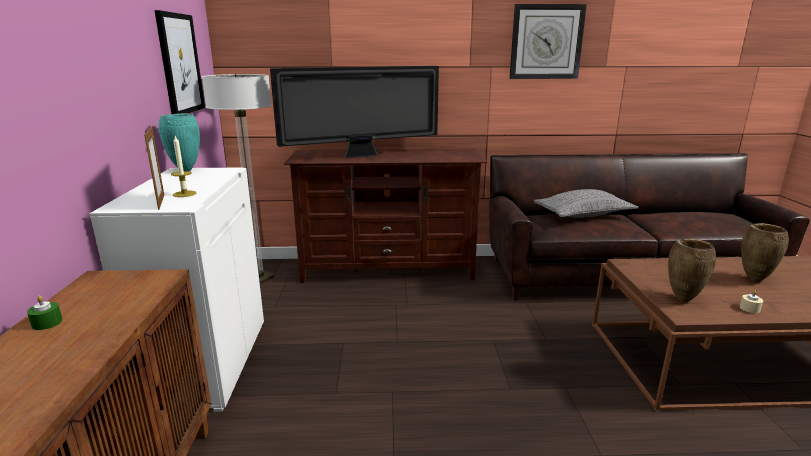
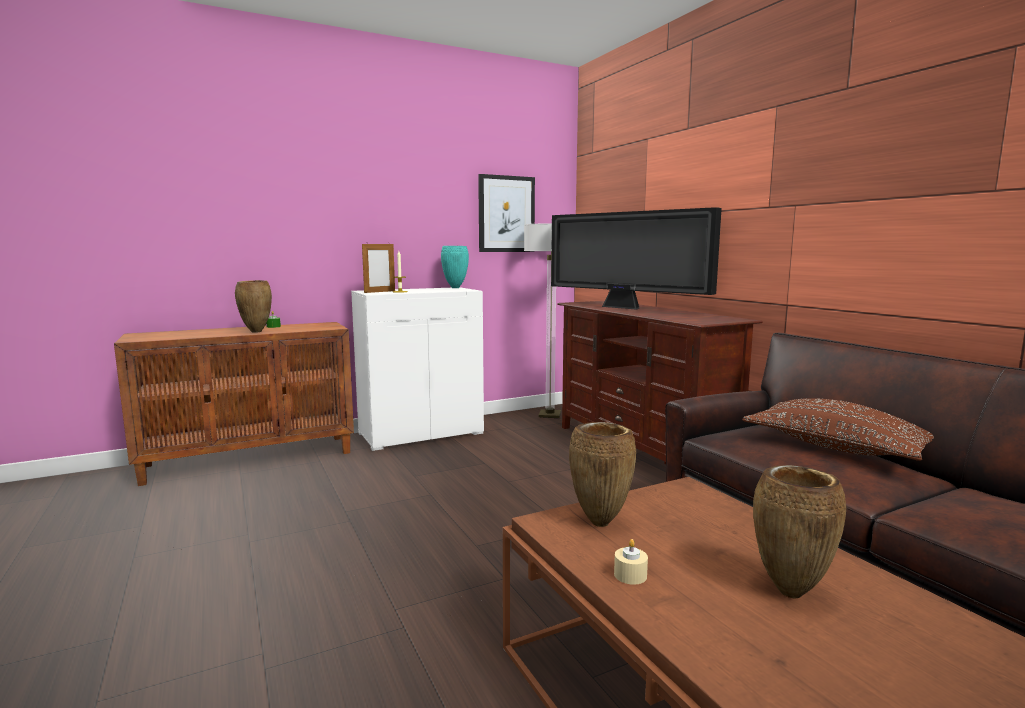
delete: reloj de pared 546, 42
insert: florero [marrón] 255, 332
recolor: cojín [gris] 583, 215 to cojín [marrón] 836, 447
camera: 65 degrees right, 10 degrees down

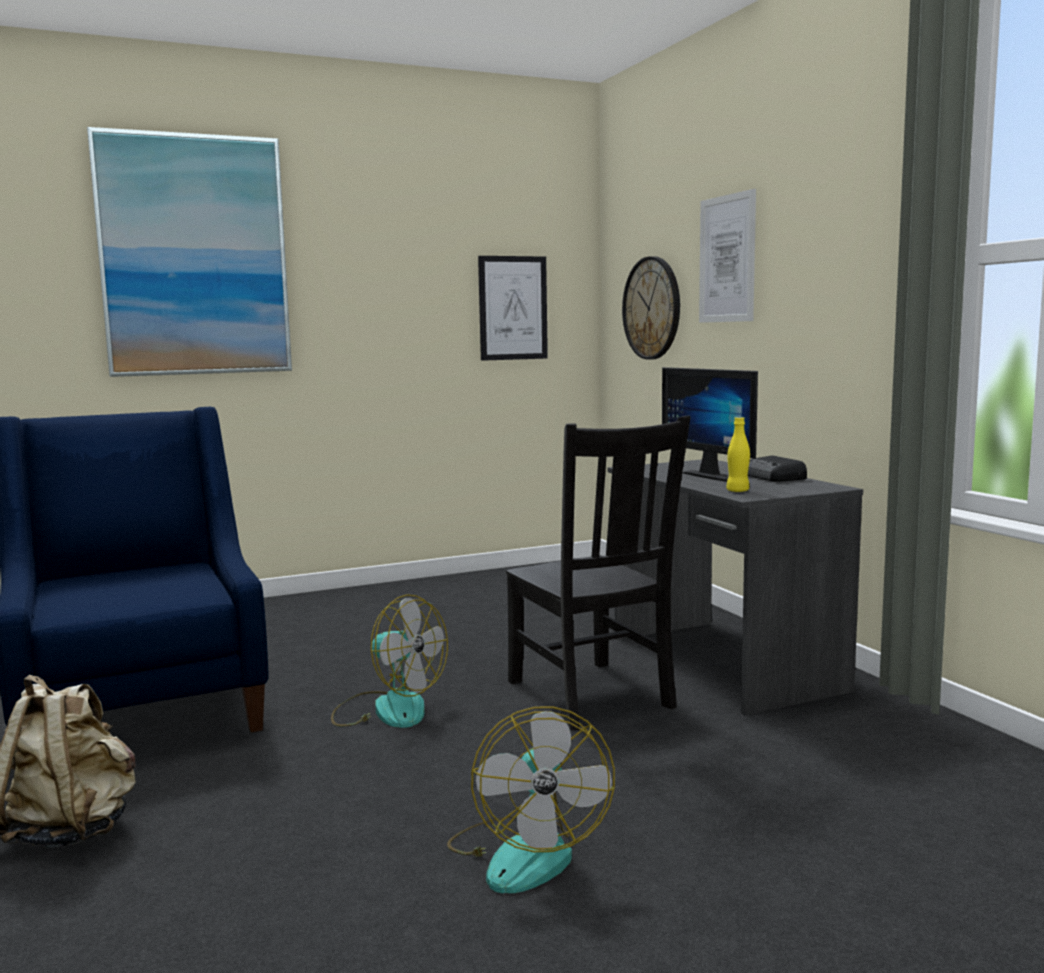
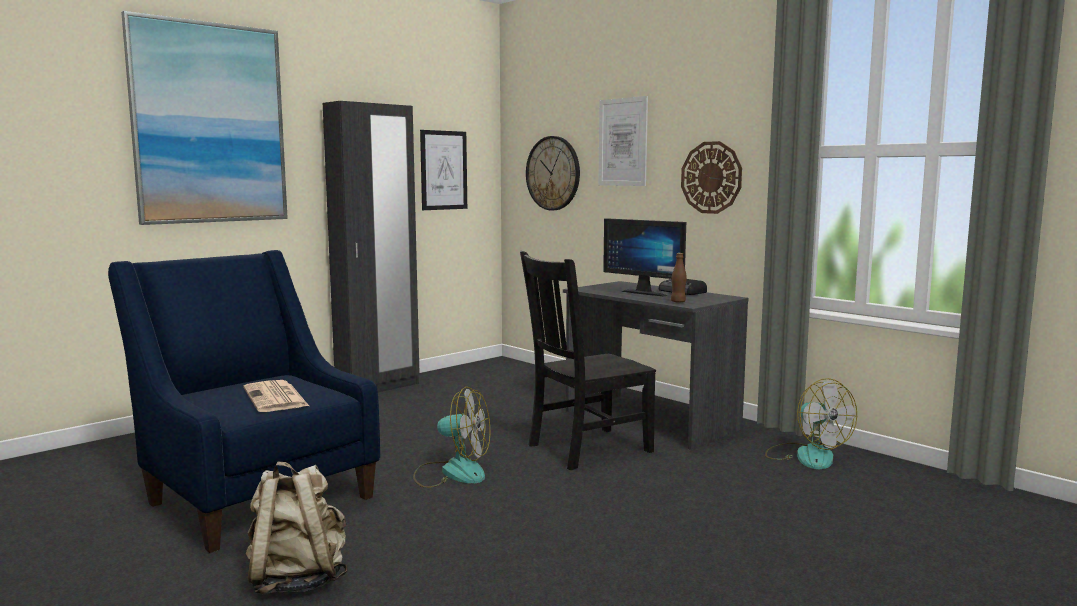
insert: periódico 276, 398; armario ropero [negro] 378, 388; reloj de pared 711, 177
move: ventilador 526, 852 to 806, 455
recolor: botella [amarillo] 737, 491 to botella [marrón] 678, 302
rotate: silla [negro] 592, 696 = 586, 449 105 degrees clockwise
camera: 20 degrees left, 0 degrees up

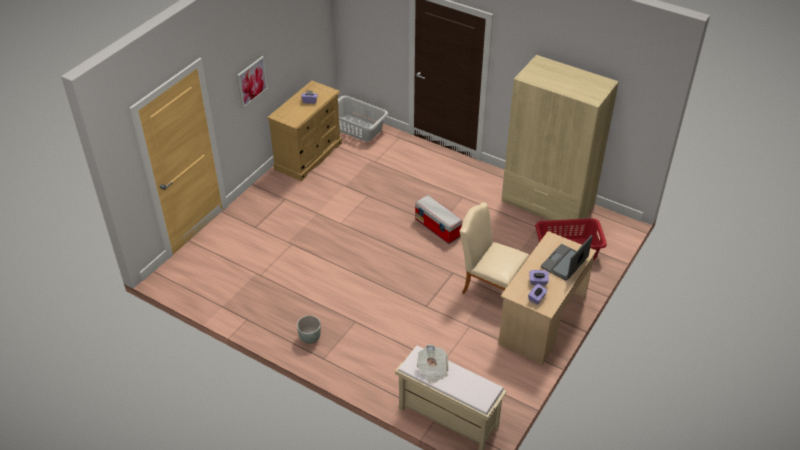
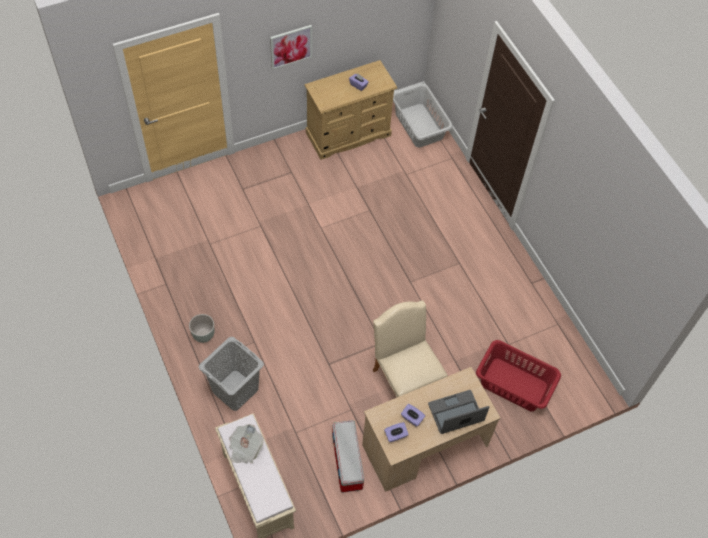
delete: armario ropero [beis] 547, 204
insert: cesto de la ropa [gris] 235, 390
move: caja de almacenaje 438, 228 to 347, 462
camera: 30 degrees right, 15 degrees up

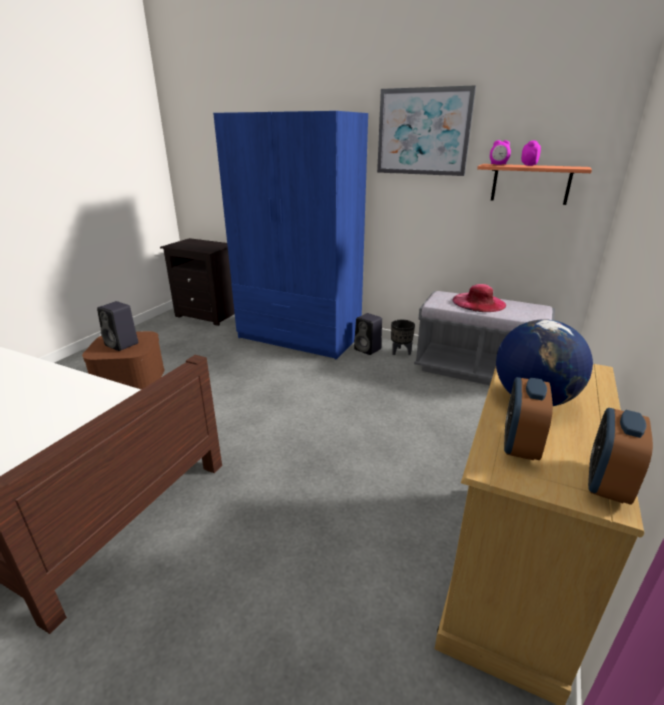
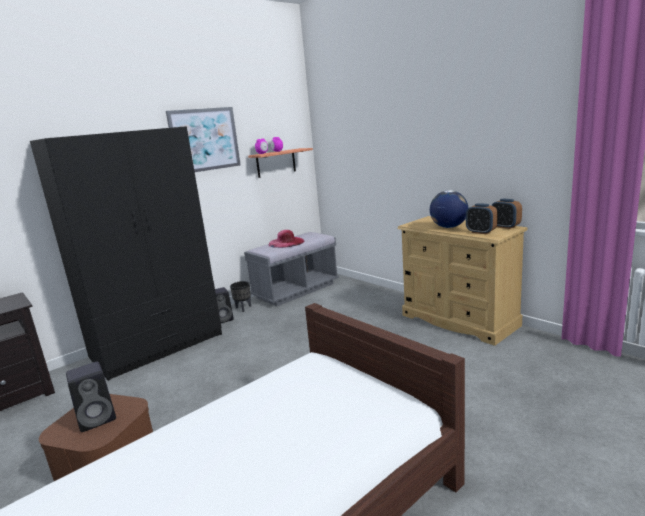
recolor: armario ropero [azul] 299, 336 to armario ropero [negro] 158, 346
camera: 65 degrees left, 10 degrees down

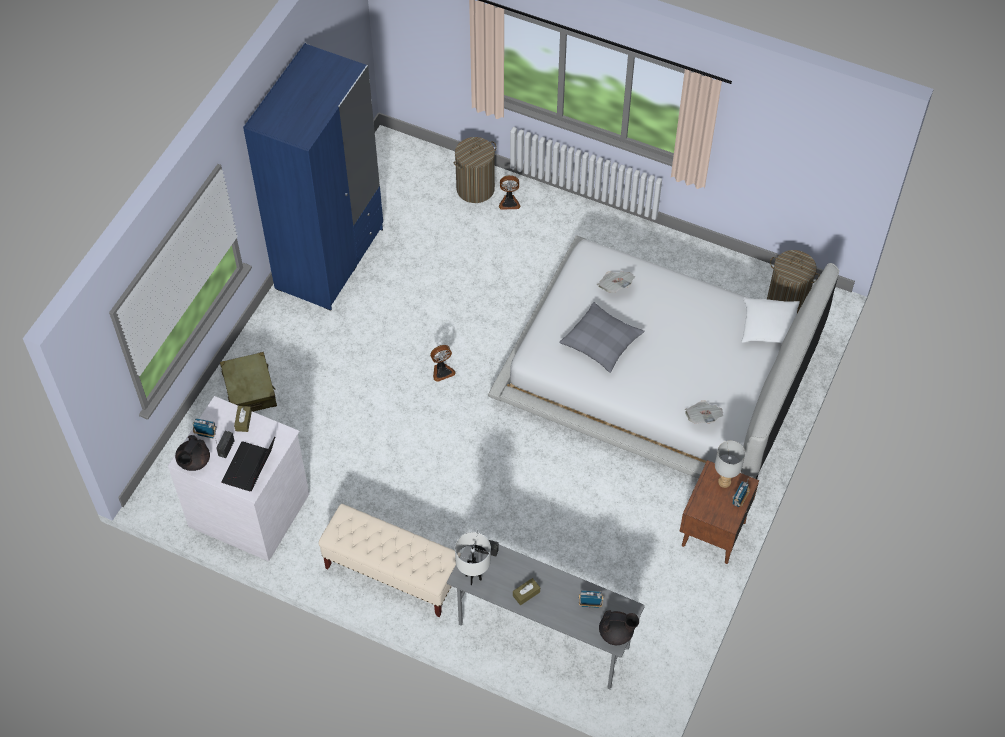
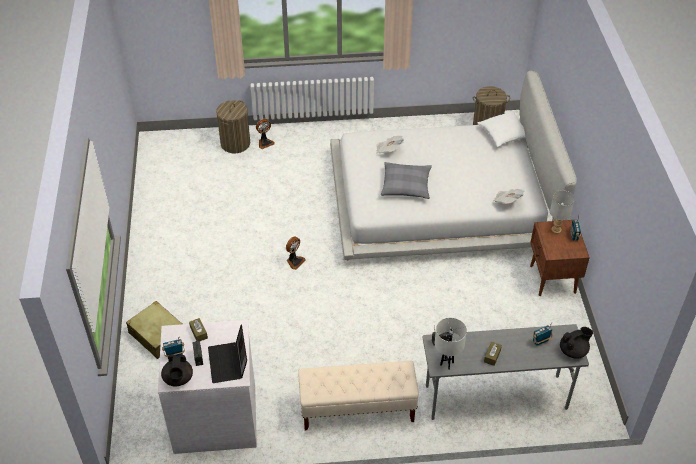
delete: armario ropero [azul] 330, 258
camera: 30 degrees left, 10 degrees down

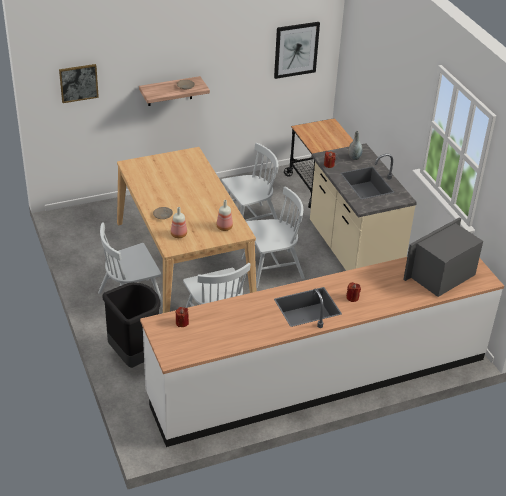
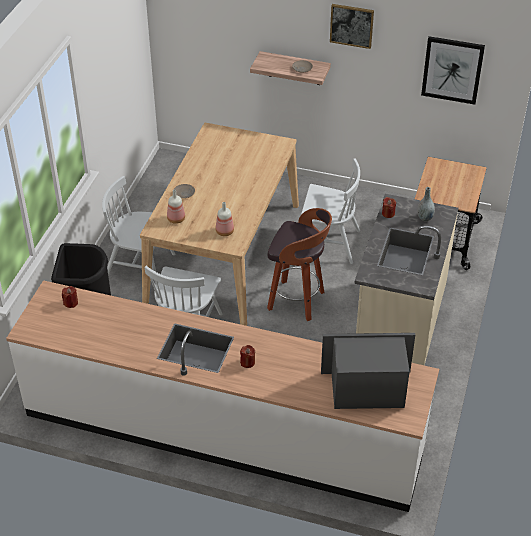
move: cuadro 78, 83 to 351, 25
replace: silla [blanco] 272, 269 to taburete 297, 301
camera: 40 degrees right, 5 degrees up

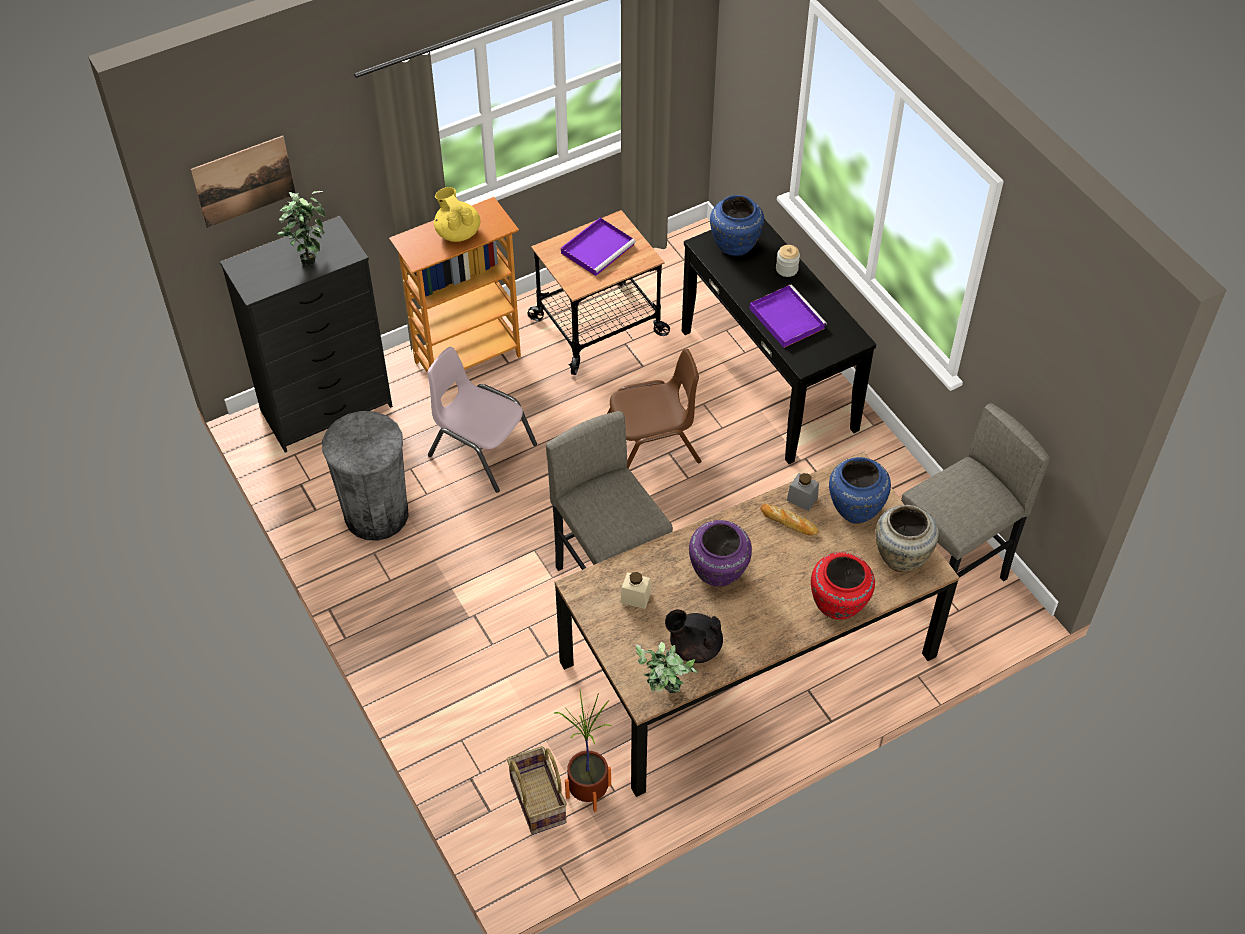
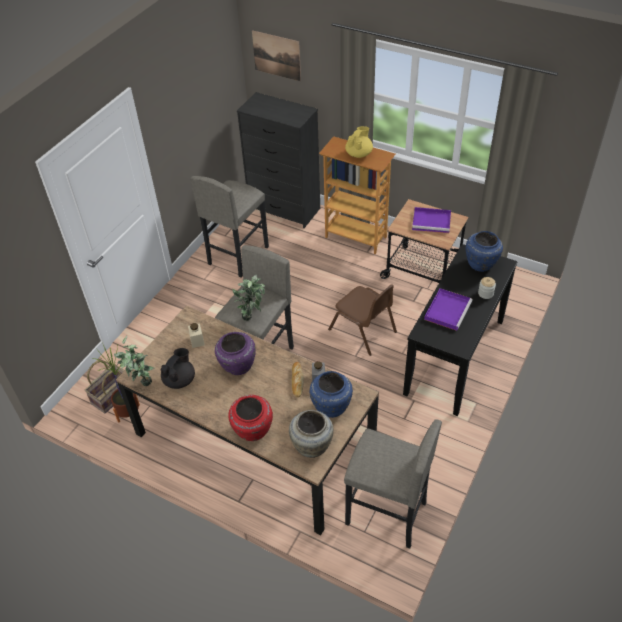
delete: silla [rosa] 481, 450
move: planta en maceta 309, 255 to 252, 315
replace: papelera [gris] 376, 514 to taburete [gris] 237, 255
rotate: tetera [negro] 694, 647 = 180, 380 45 degrees clockwise
camera: 60 degrees right, 5 degrees down

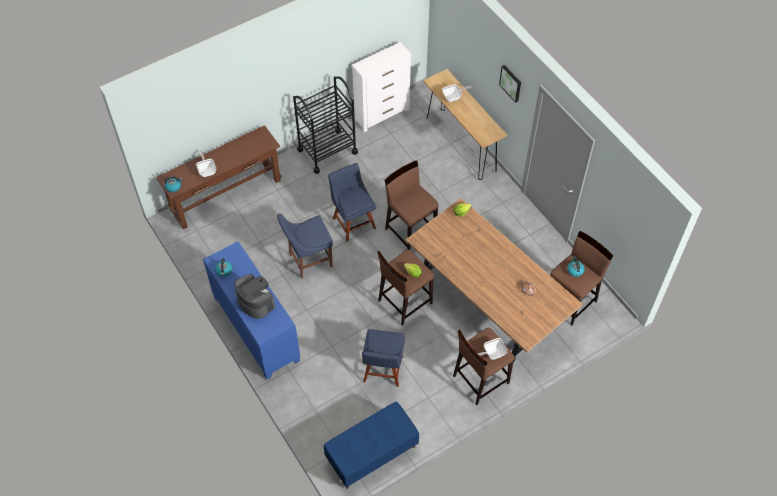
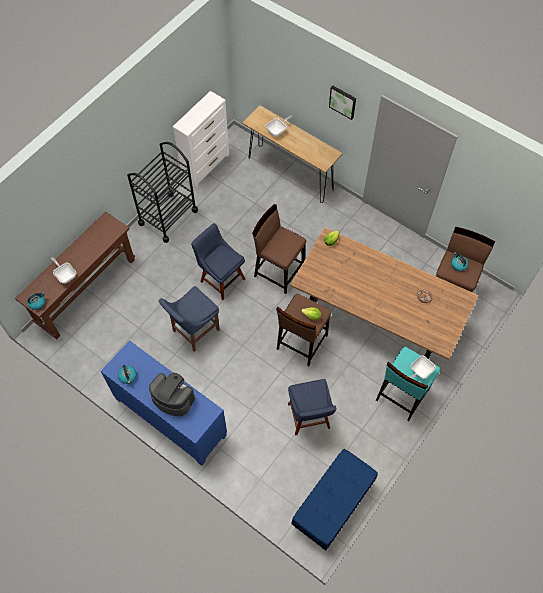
recolor: taburete [marrón] 480, 379 to taburete [turquesa] 401, 395
camera: 20 degrees left, 5 degrees up

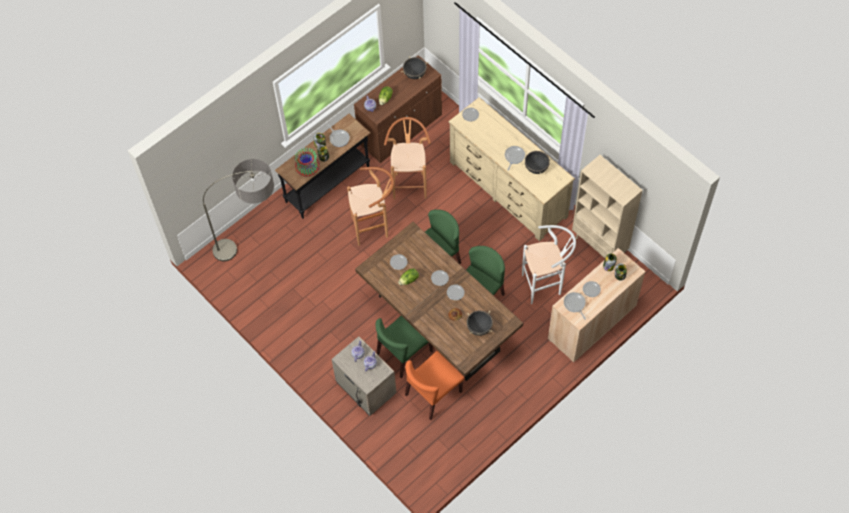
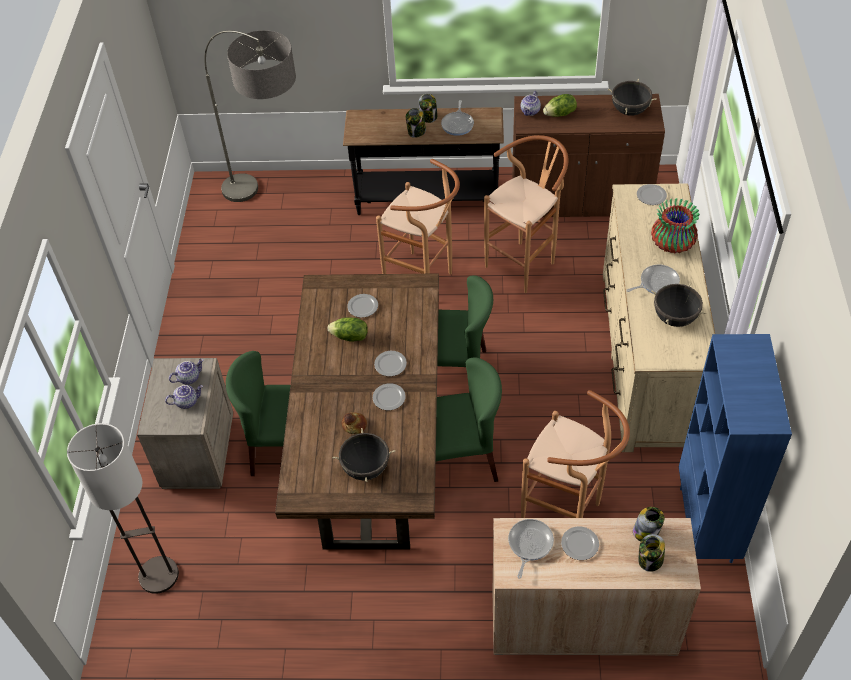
delete: silla [naranja] 433, 393
insert: lámpara de pie 158, 575
move: florero 307, 170 to 672, 244
recolor: taburete [blanco] 545, 285 to taburete [marrón] 568, 515; estantería [beis] 599, 245 to estantería [azul] 707, 525
camera: 45 degrees right, 10 degrees down

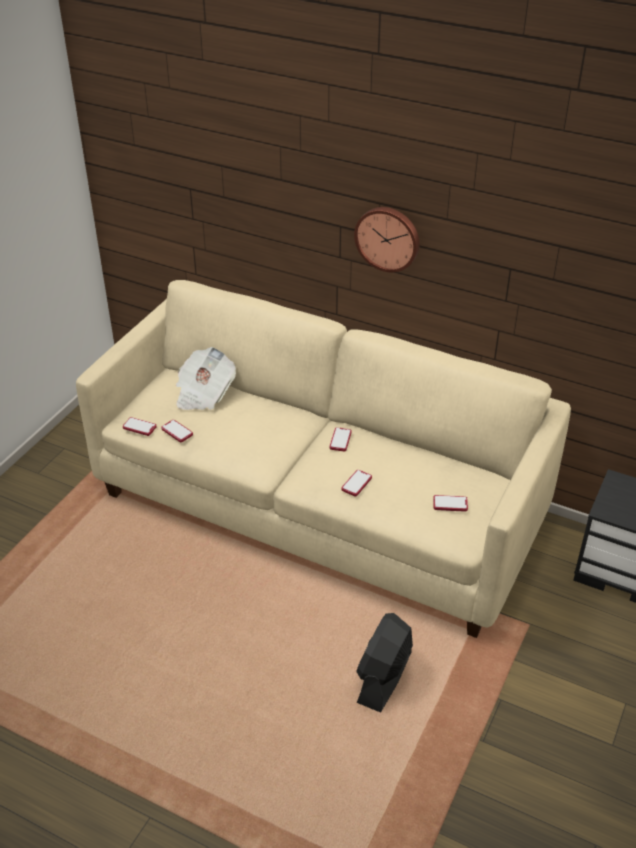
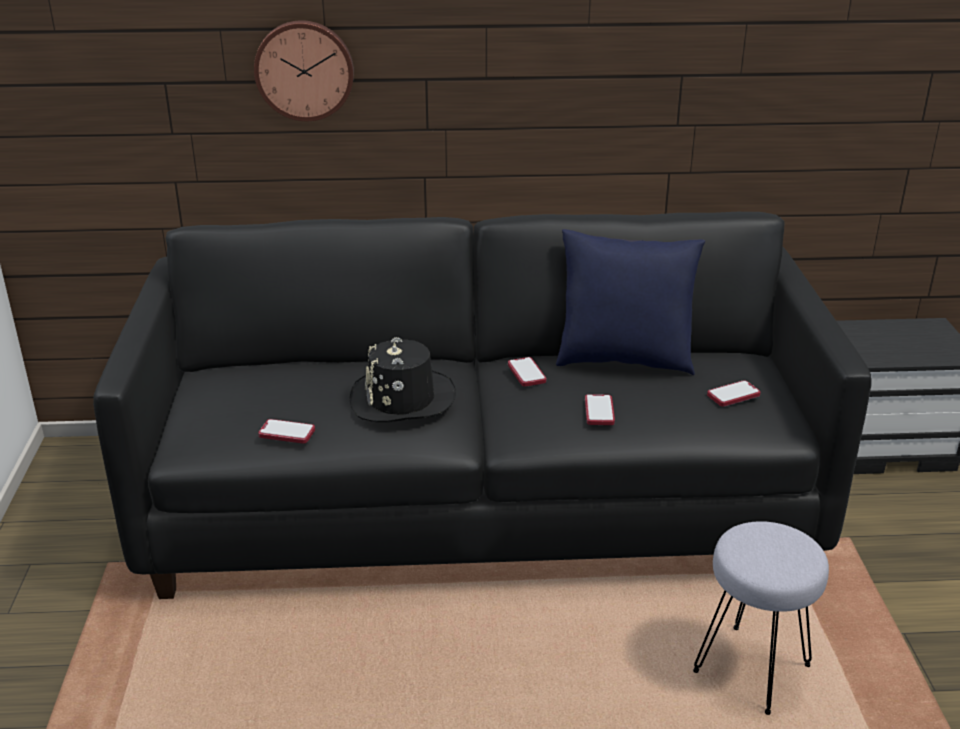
delete: móvil 139, 427; periódico 204, 393
insert: sombrero [negro] 402, 399; cojín [azul] 623, 360
move: reloj de pared 388, 238 to 304, 70
replace: ventilador [negro] 384, 678 to taburete [gris] 752, 671
recolor: sofá [beis] 319, 507 to sofá [negro] 481, 505
camera: 30 degrees left, 10 degrees down

